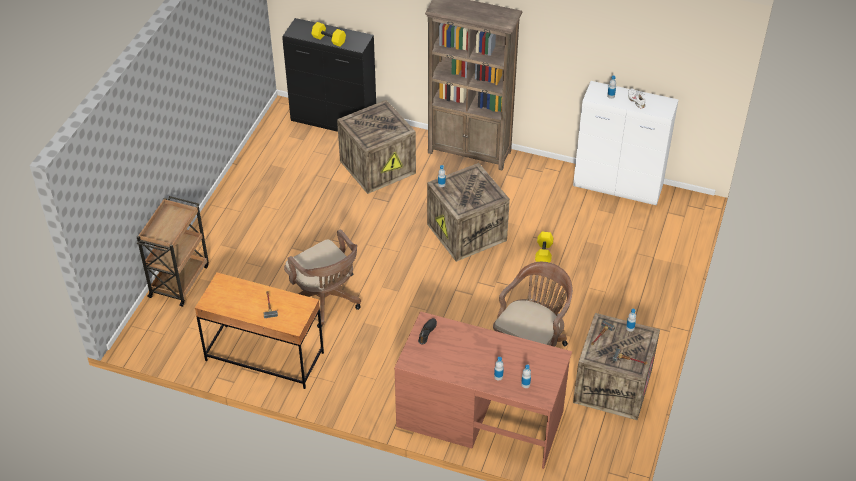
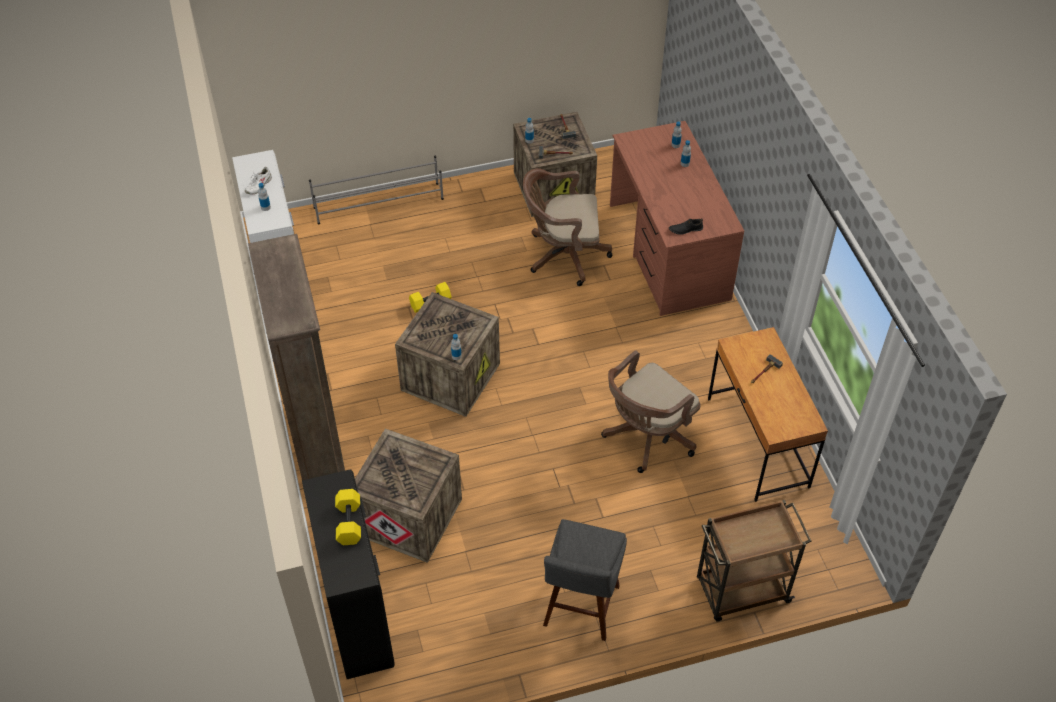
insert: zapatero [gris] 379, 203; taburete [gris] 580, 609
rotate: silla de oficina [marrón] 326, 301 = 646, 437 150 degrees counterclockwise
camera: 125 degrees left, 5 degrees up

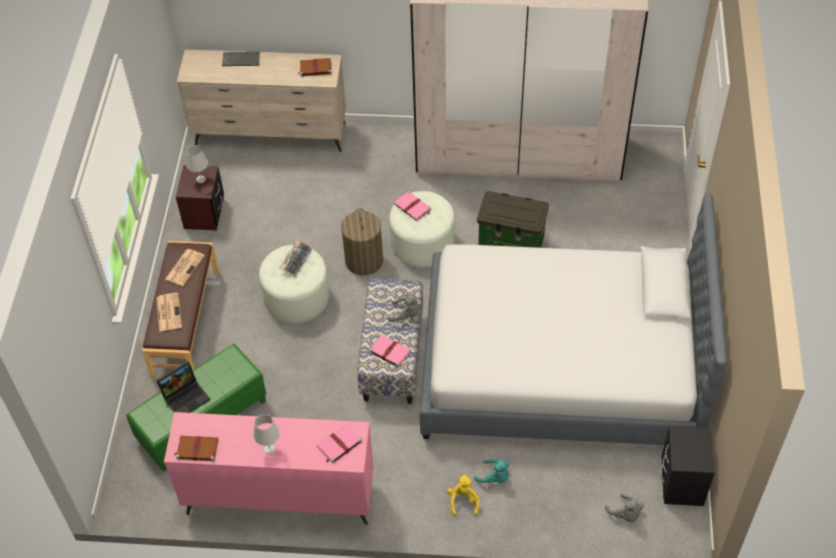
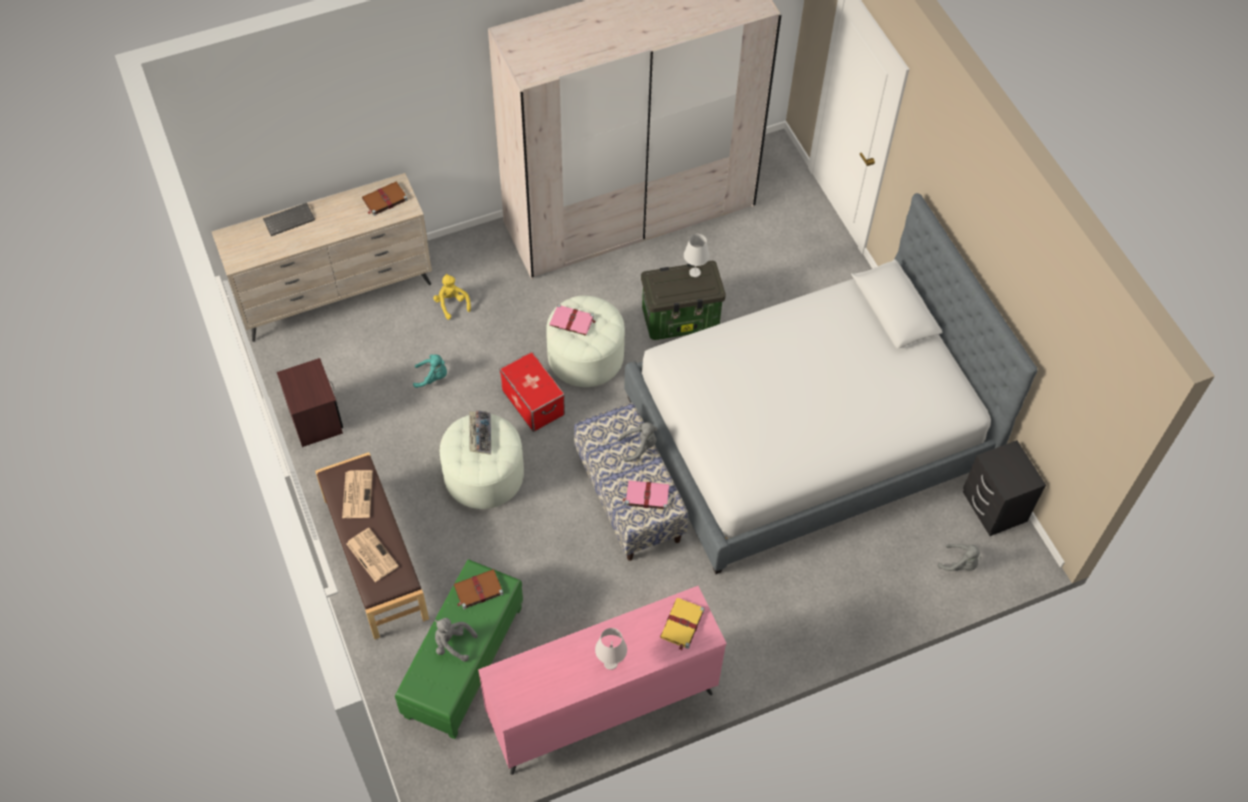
move: libro [marrón] 196, 449 to 477, 590; lámpara de mesa [blanco] 200, 179 to 694, 272; peluche [amarillo] 463, 501 to 452, 304; peluche [turquesa] 494, 477 to 433, 377
replace: portátil 186, 396 to peluche [gris] 452, 643; cesto de la ropa 364, 261 to caja de almacenaje 533, 402
recolor: libro [rosa] 339, 444 to libro [amarillo] 682, 624
camera: 30 degrees left, 5 degrees up

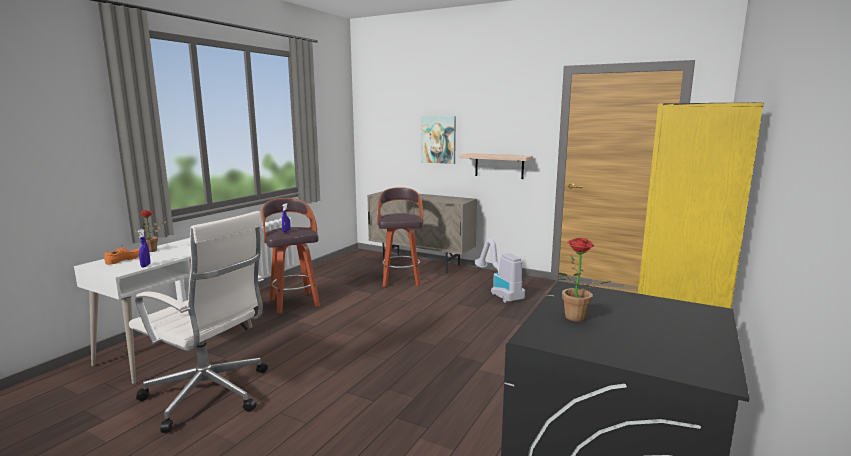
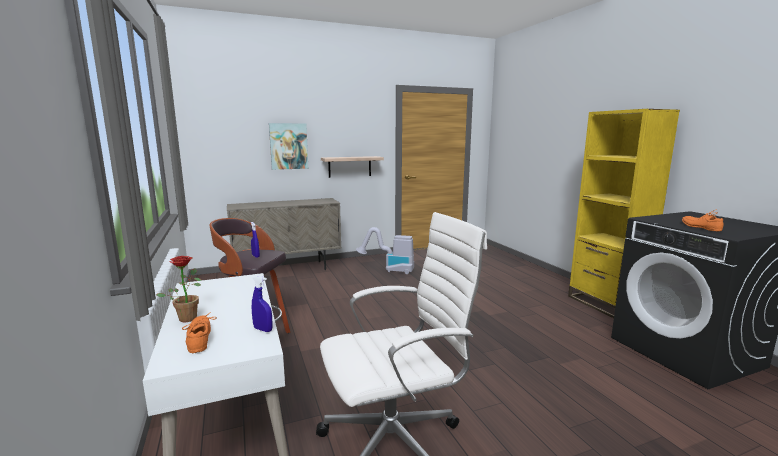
delete: taburete 401, 280
replace: planta en maceta 574, 319 to zapato [naranja] 701, 227
camera: 50 degrees left, 0 degrees up

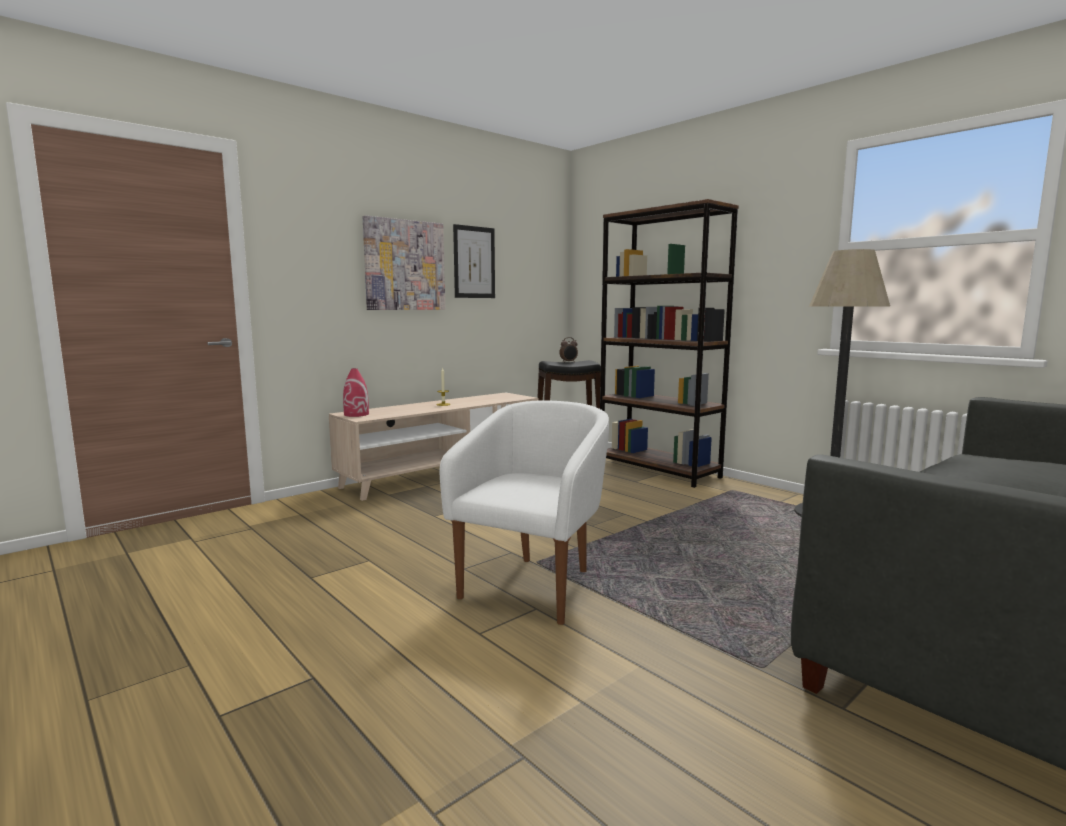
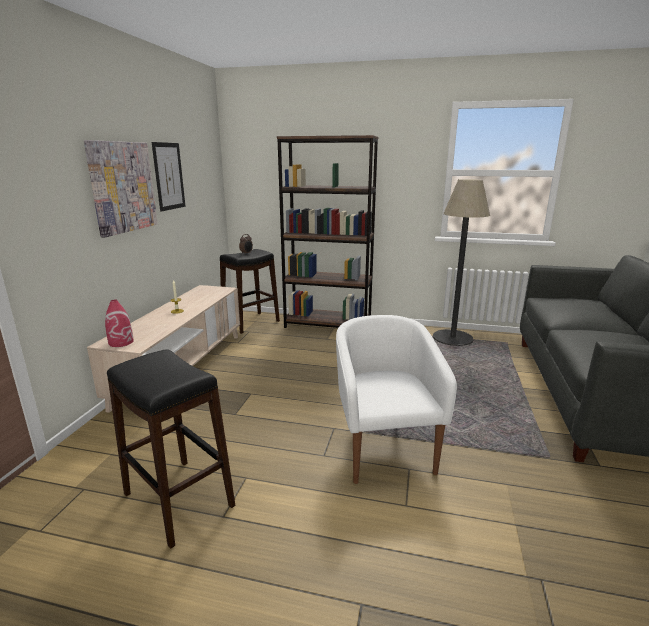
insert: taburete [negro] 178, 500
camera: 35 degrees left, 10 degrees up

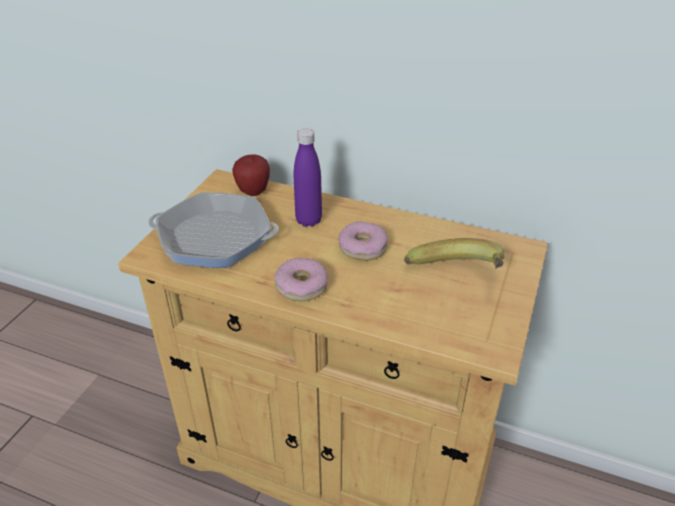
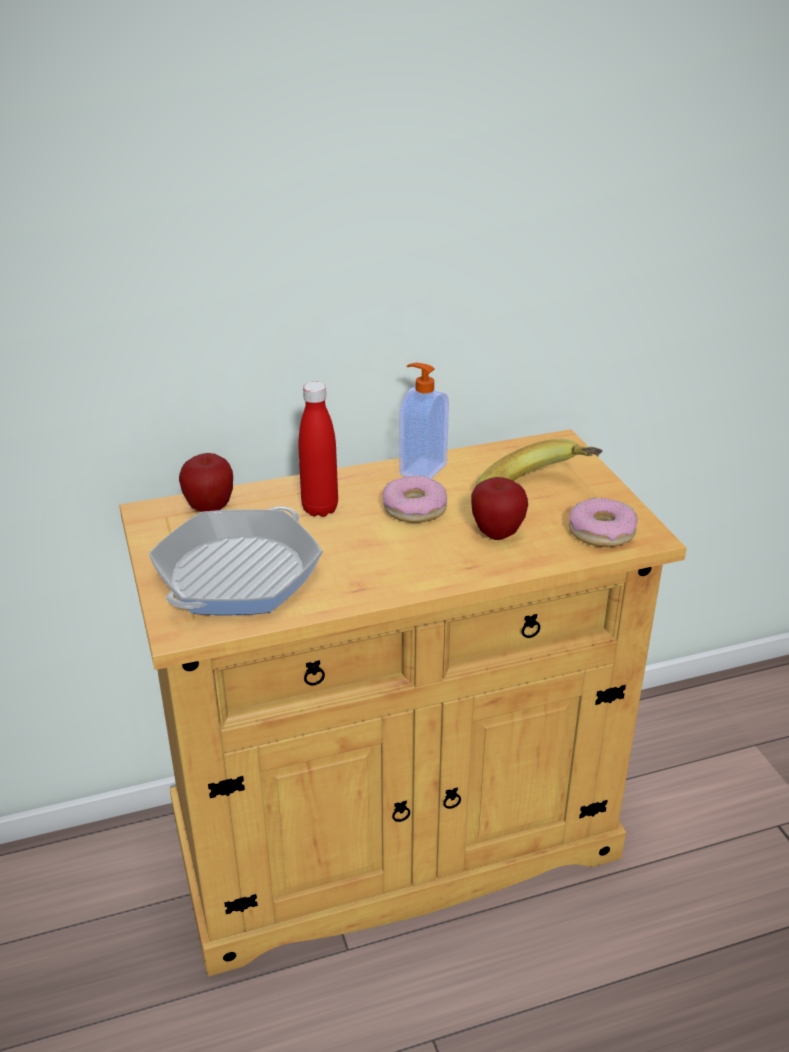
insert: dispensador de jabón 421, 469; manzana 497, 533
move: rosquilla 301, 286 to 601, 532
recolor: botella [morado] 308, 220 to botella [rojo] 320, 509
rotate: sartén 215, 238 = 237, 574 150 degrees clockwise
camera: 40 degrees left, 5 degrees down

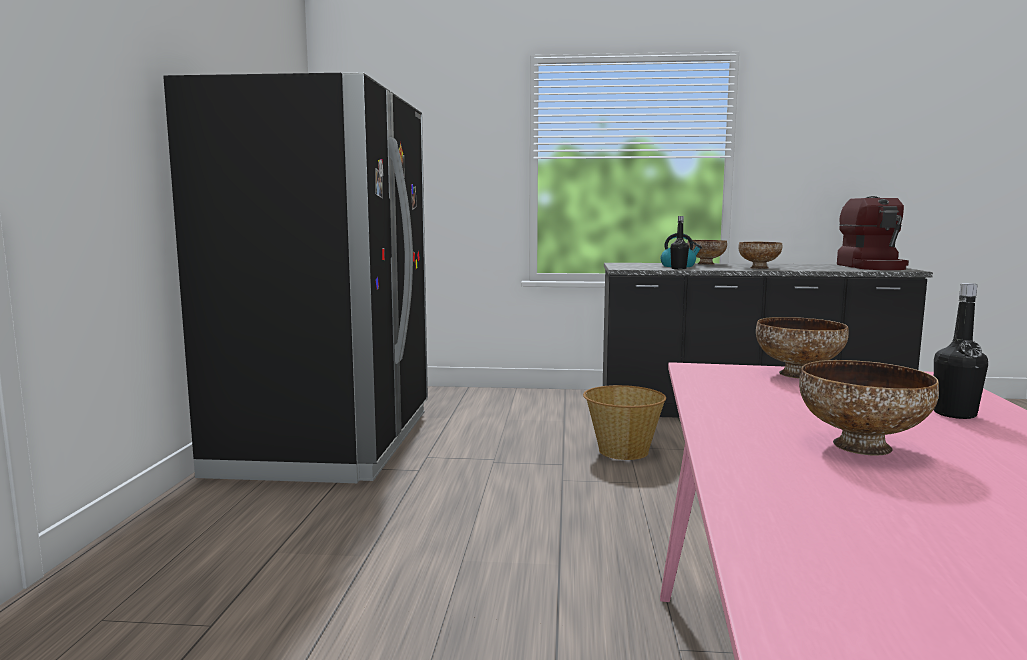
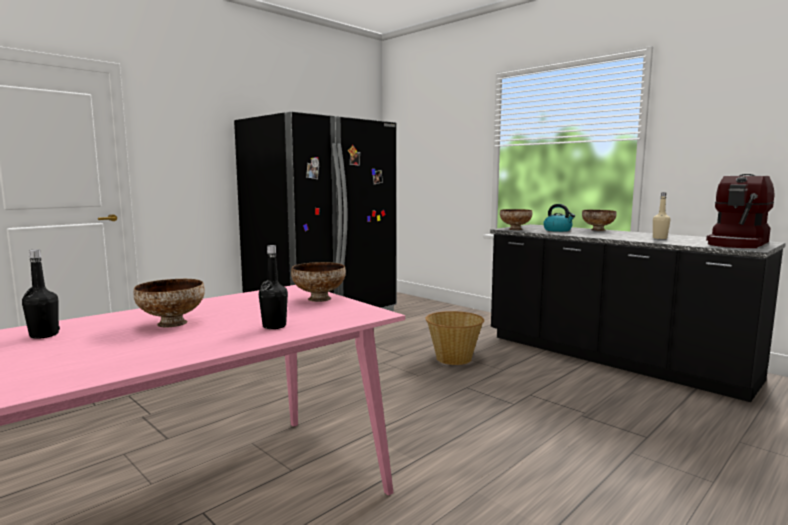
insert: botella [beis] 659, 238
move: botella [negro] 678, 268 to 44, 335; cuenco 758, 268 to 515, 229
camera: 40 degrees right, 0 degrees up

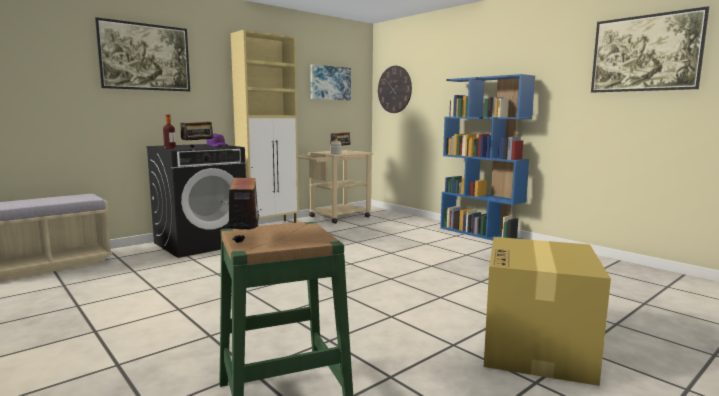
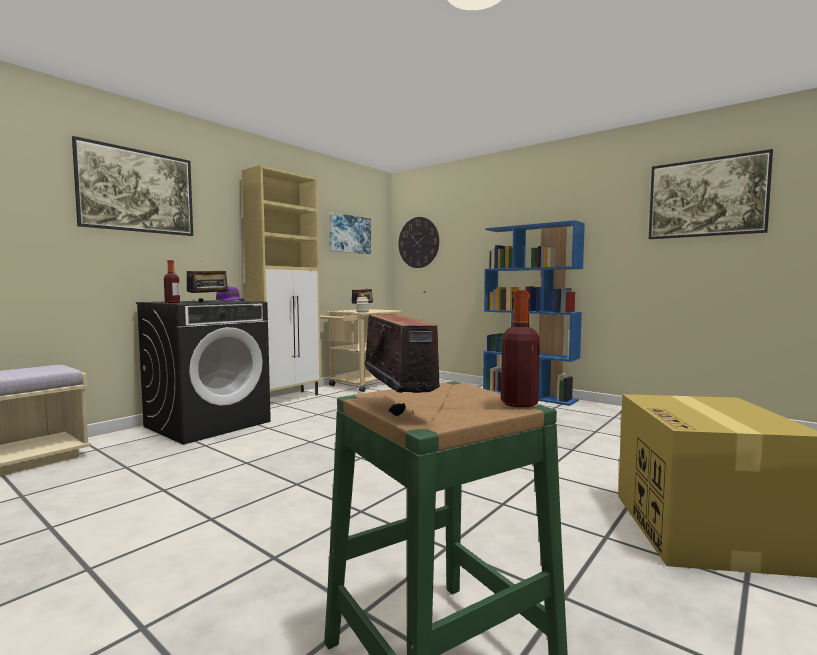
insert: botella 519, 404
camera: 10 degrees left, 5 degrees down

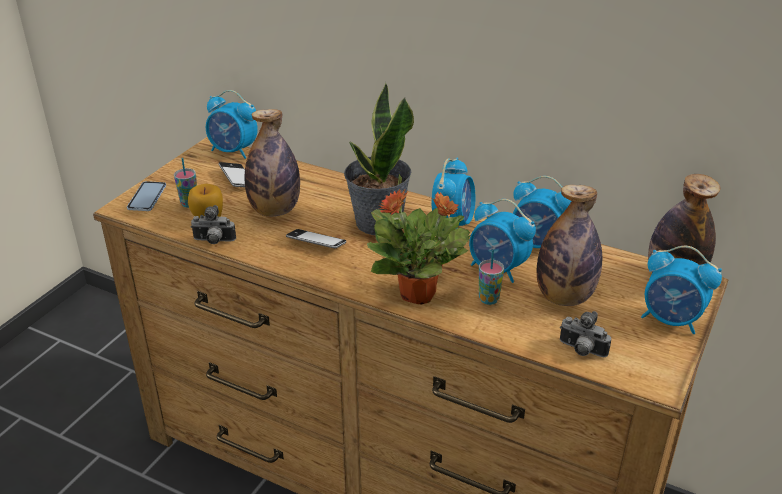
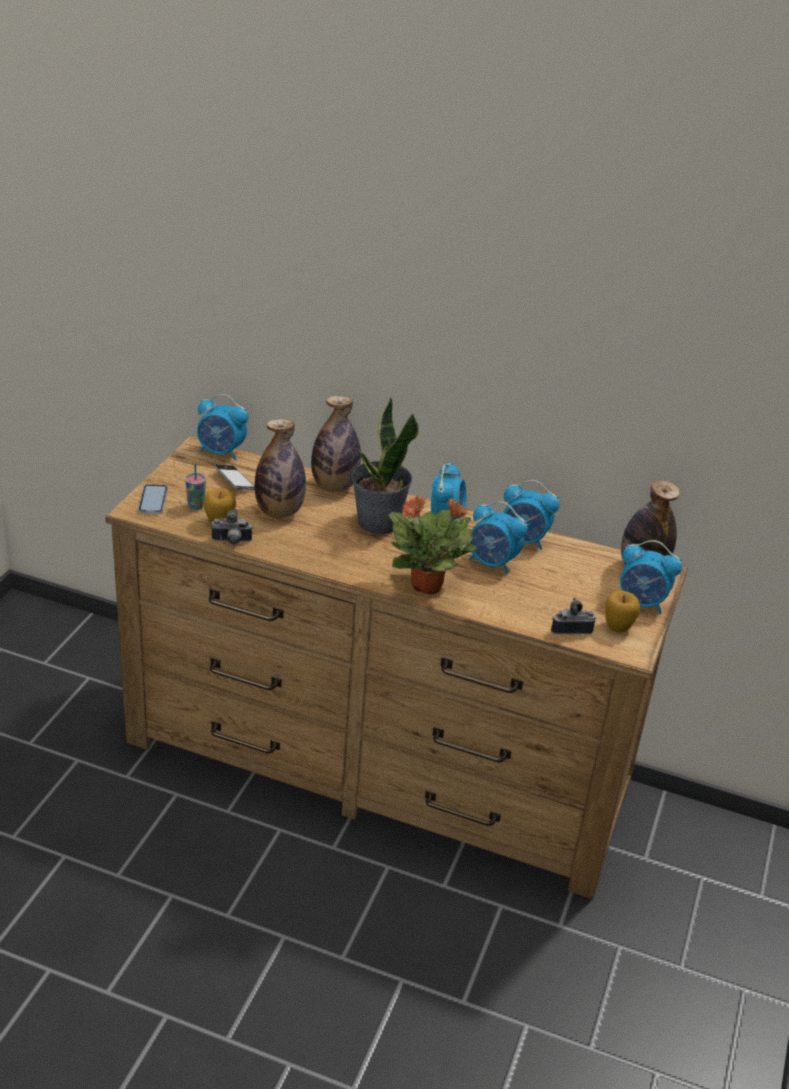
delete: móvil 316, 243; taza 488, 299
insert: manzana 618, 627
move: botella 564, 297 to 334, 486
rotate: cámara 581, 351 = 570, 629 150 degrees clockwise
camera: 10 degrees left, 0 degrees up

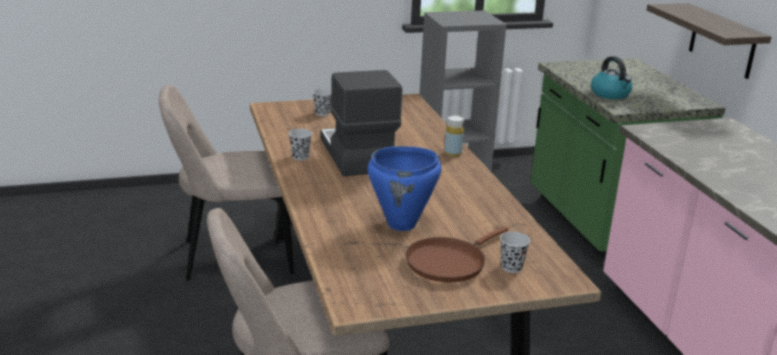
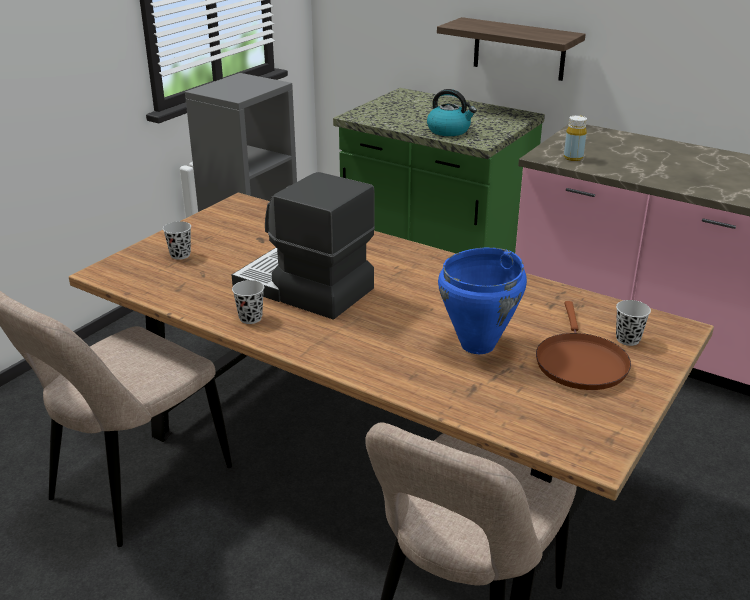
move: botella [amarillo] 453, 153 to 573, 158
camera: 40 degrees left, 5 degrees up

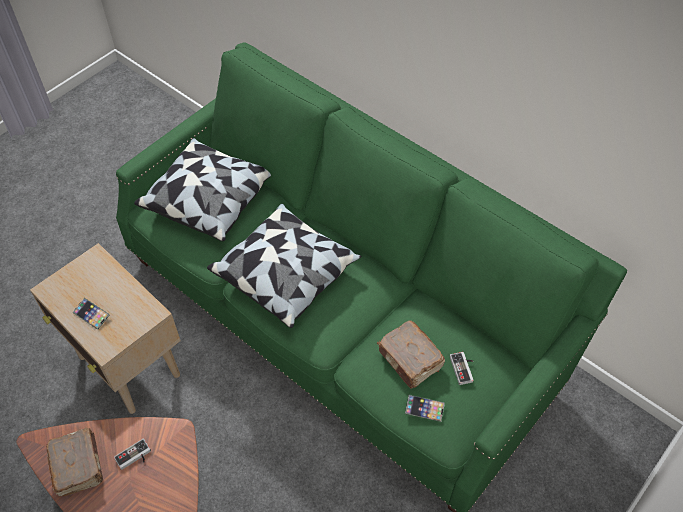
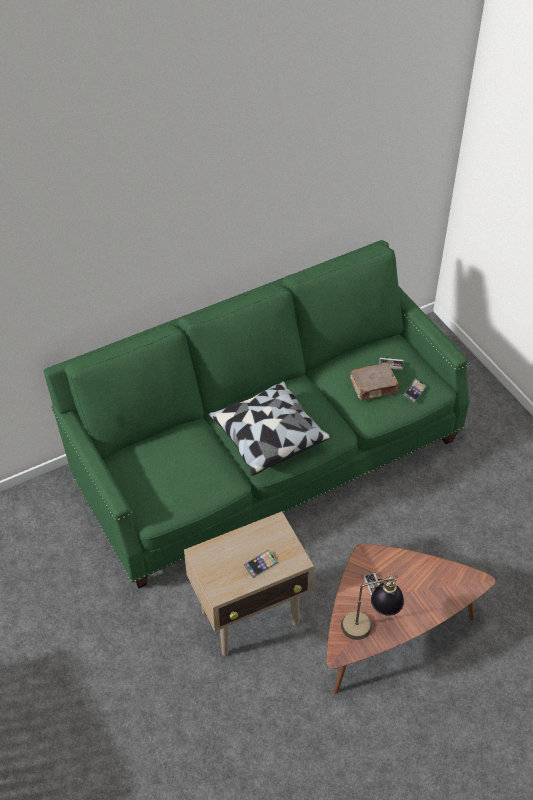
delete: cojín 209, 199
replace: libro [marrón] 78, 465 to lámpara de mesa 370, 625
camera: 70 degrees left, 5 degrees down

